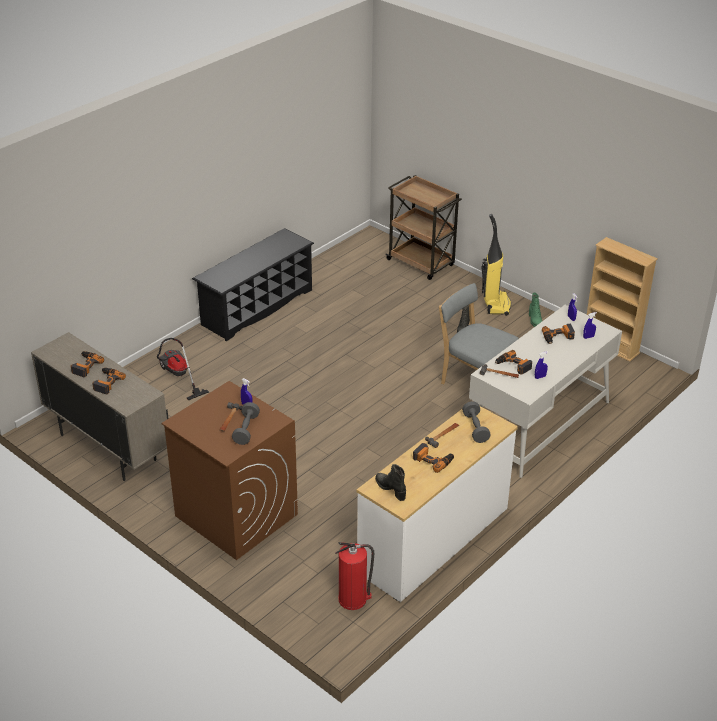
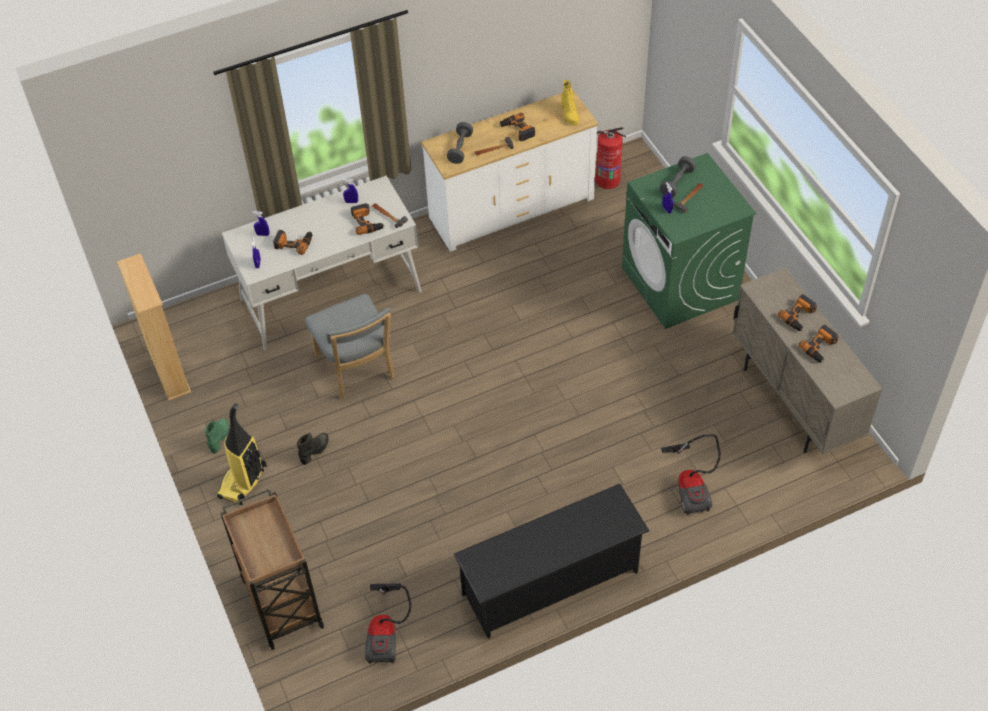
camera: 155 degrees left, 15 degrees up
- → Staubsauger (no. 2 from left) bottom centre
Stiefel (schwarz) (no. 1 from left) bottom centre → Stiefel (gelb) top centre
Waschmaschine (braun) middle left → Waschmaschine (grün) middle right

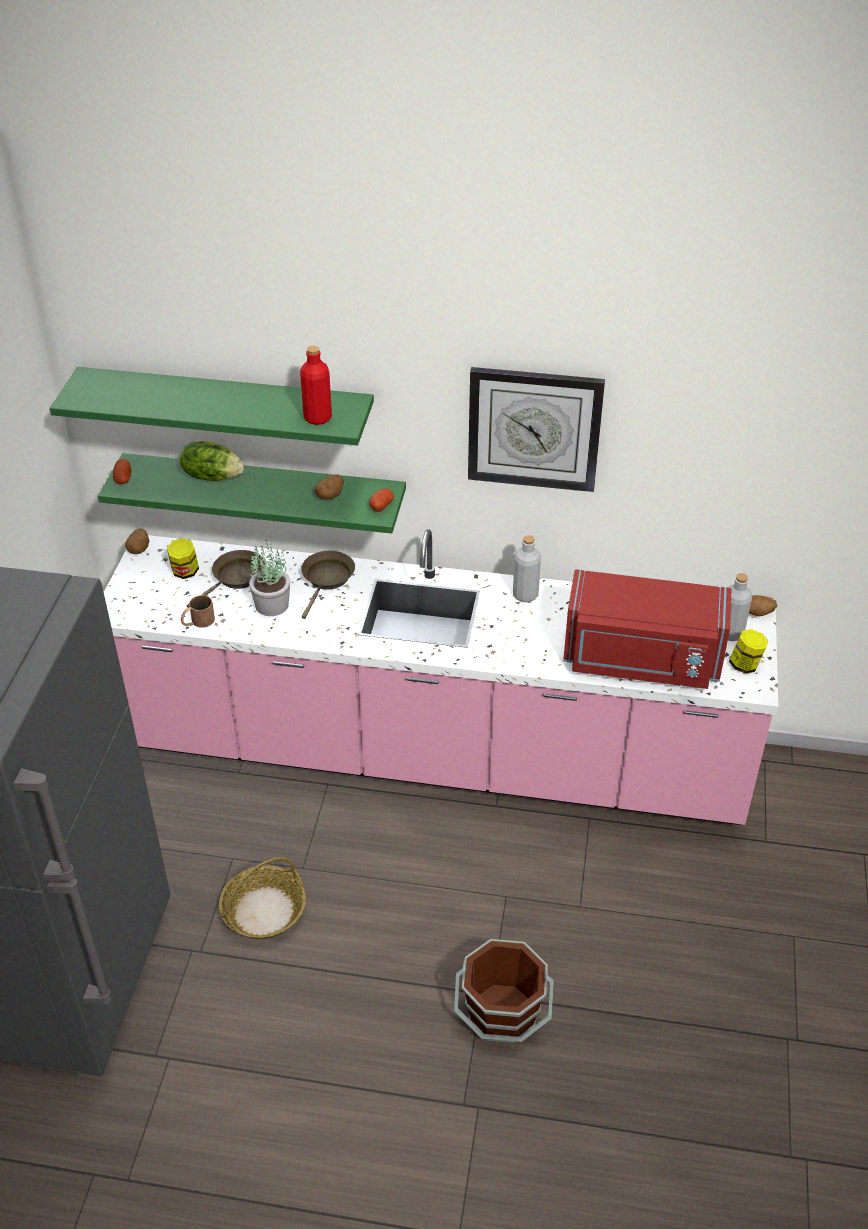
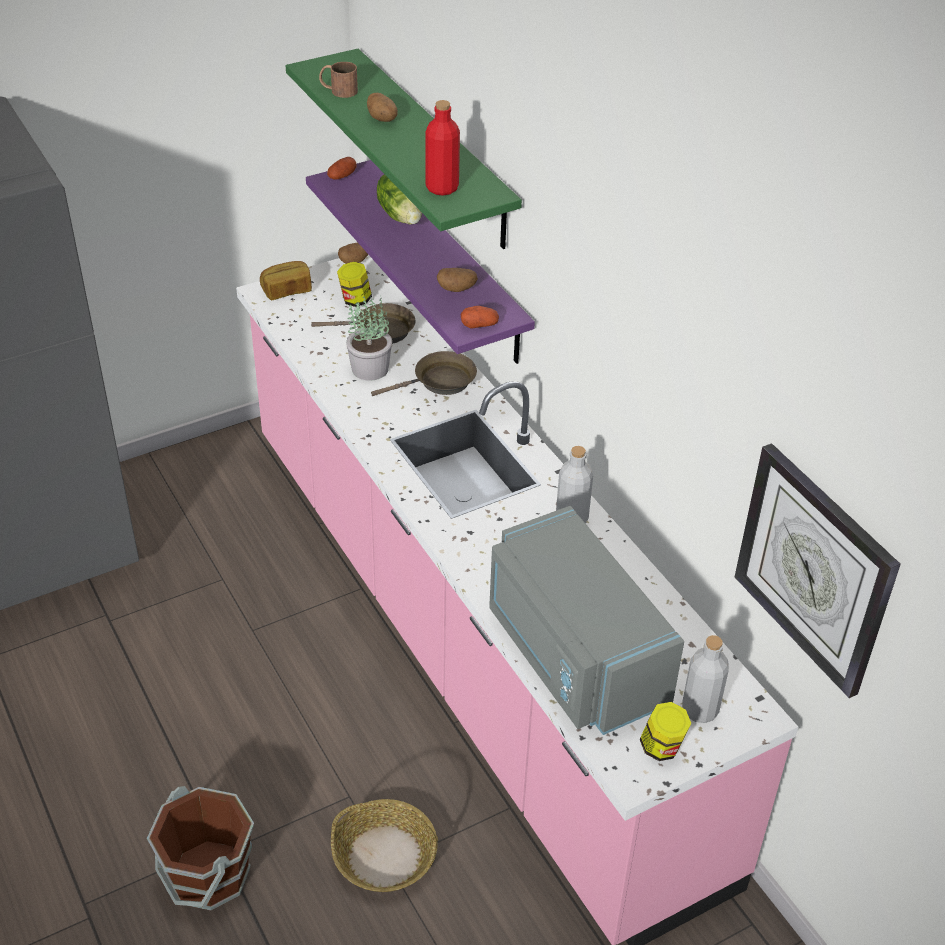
camera: 50 degrees right, 0 degrees up
- → Brot top left
Wandregal (grün) (no. 2 from left) middle left → Wandregal (lila) top centre
Henkelbecher (braun) middle left → Henkelbecher (braun) top centre, relocated
Korb bottom left → Korb bottom centre, relocated
Kartoffel (no. 5 from left in the first image) middle right → Kartoffel (no. 3 from left) top centre, relocated
Mikrowelle (rot) middle right → Mikrowelle (grau) centre
Wanduhr centre → Wanduhr middle right, relocated

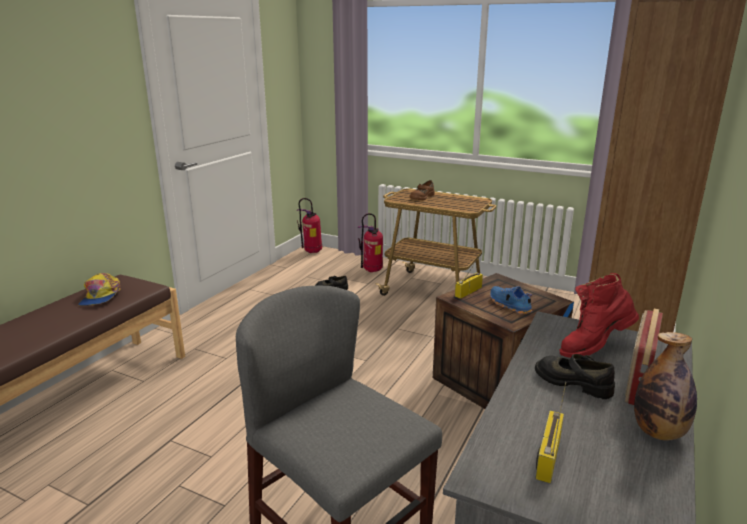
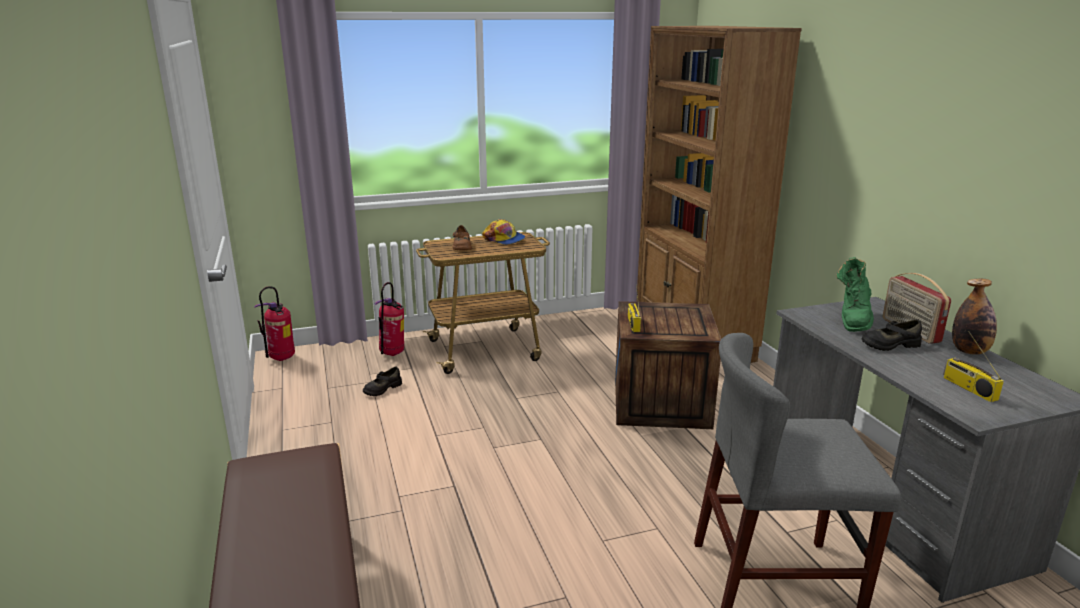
camera: 45 degrees left, 0 degrees up
Kappe middle left → Kappe centre, relocated
Stiefel (rot) middle right → Stiefel (grün) middle right
Schuh (blau) middle right → -

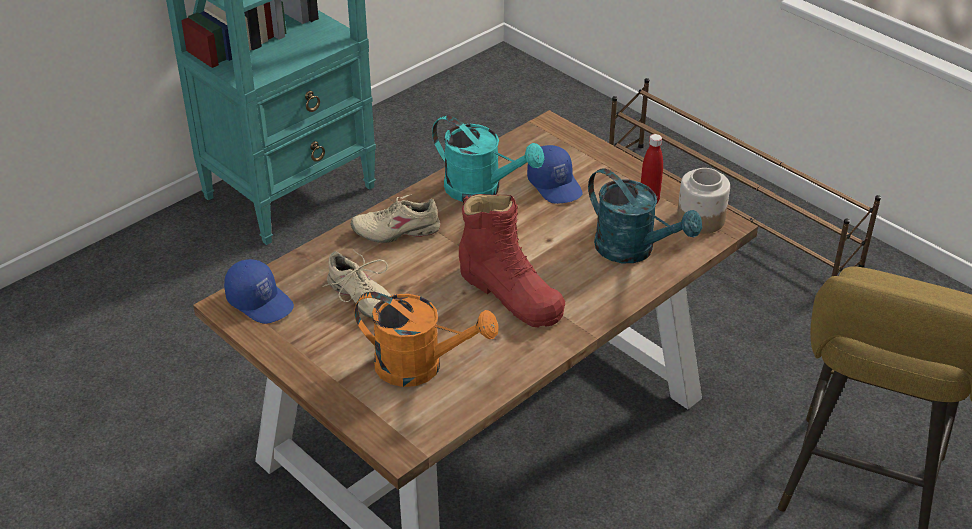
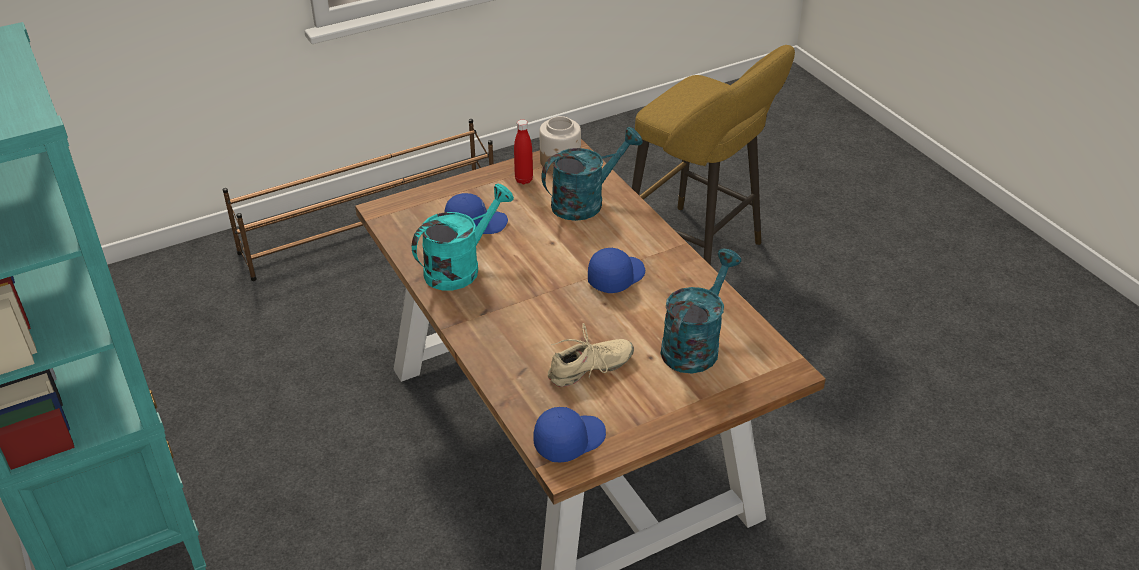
camera: 75 degrees left, 0 degrees up
Stiefel (rot) centre → Kappe (blau) (no. 3 from left) centre
Gießkanne (orange) centre → Gießkanne (türkis) (no. 3 from left) centre
Schuh (beige) (no. 2 from left) centre → -

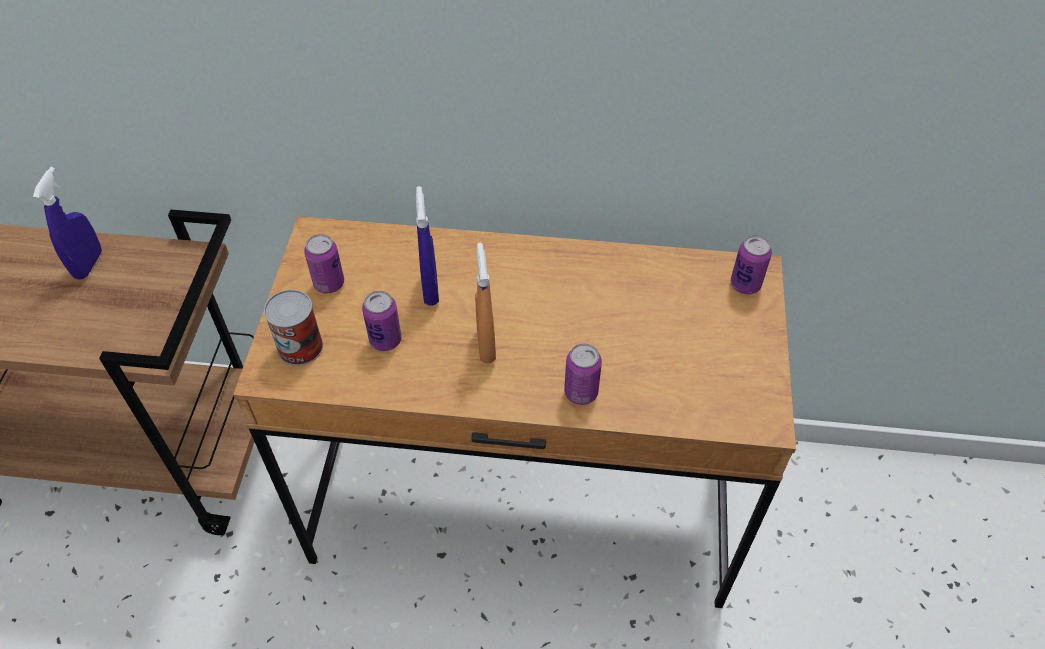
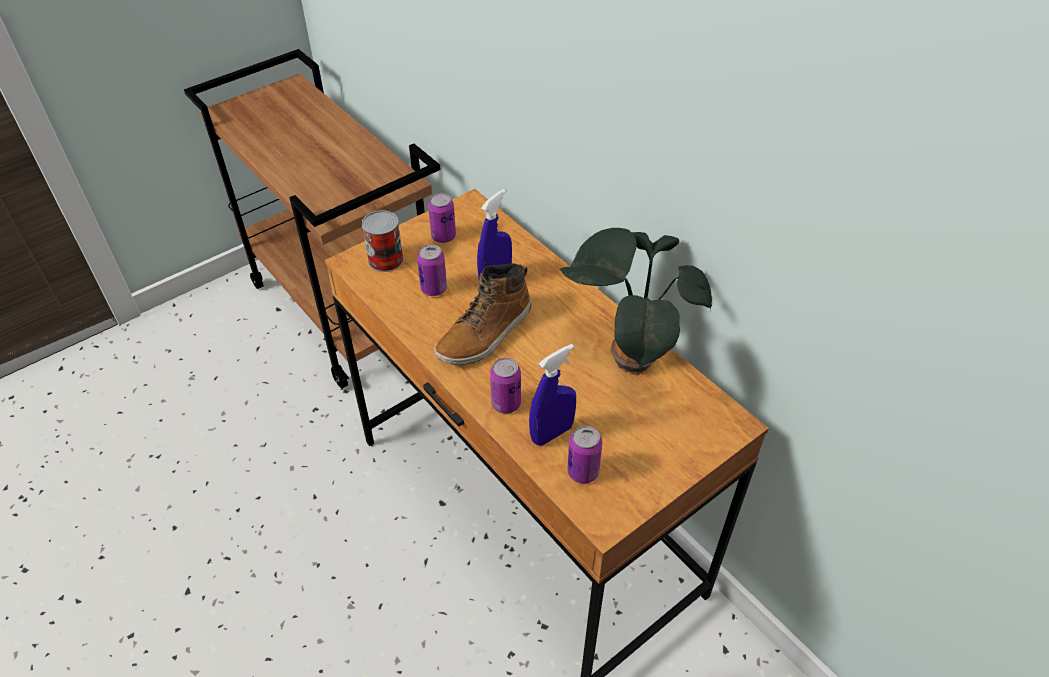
camera: 45 degrees right, 5 degrees down
Sprühflasche (orange) centre → Stiefel centre
Sprühflasche (blau) (no. 1 from left in the first image) middle left → Sprühflasche (blau) (no. 2 from left) centre, relocated
- → Topfpflanze centre
Dose (no. 5 from left) middle right → Dose (no. 5 from left) bottom centre, relocated

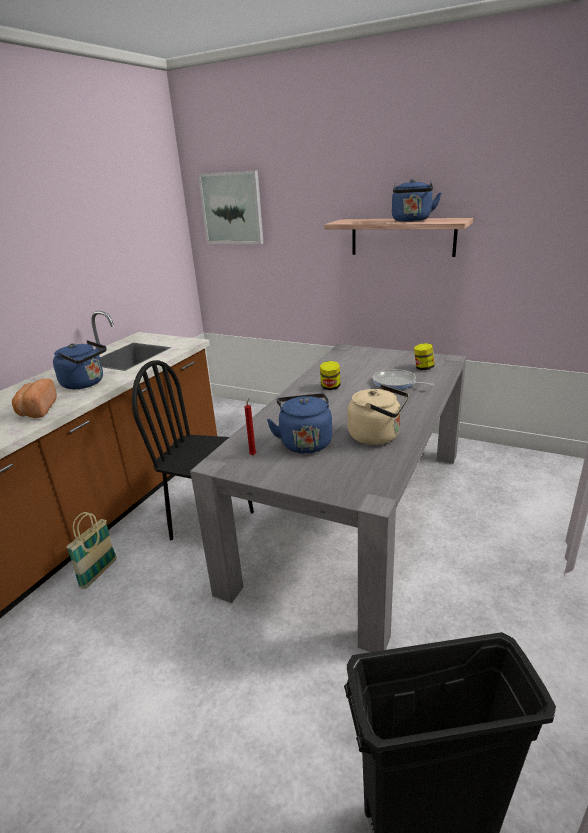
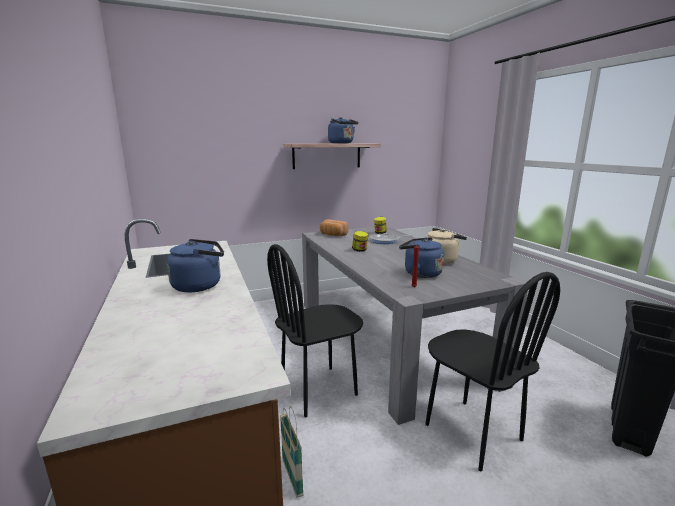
camera: 50 degrees left, 10 degrees down
Brot middle left → Brot centre, relocated
- → Stuhl (schwarz) (no. 2 from left) bottom right
Bild top centre → -

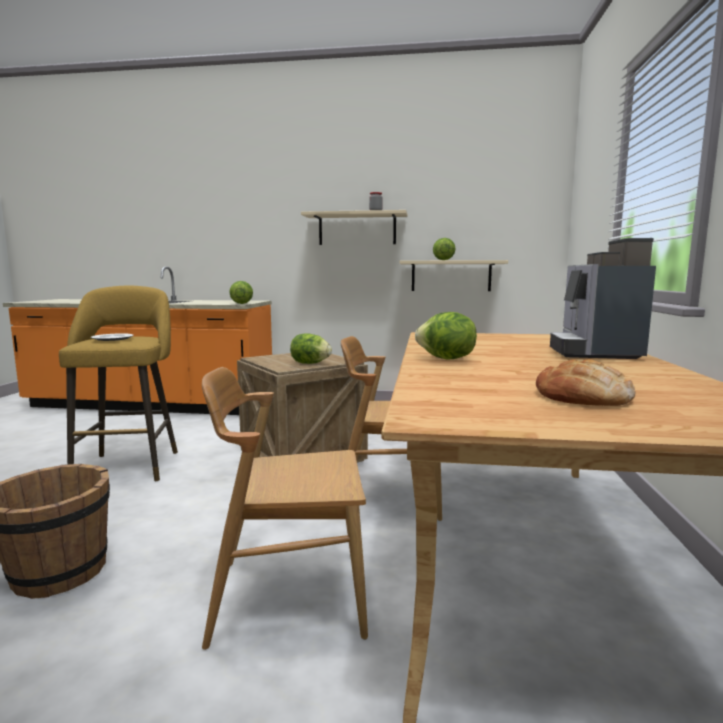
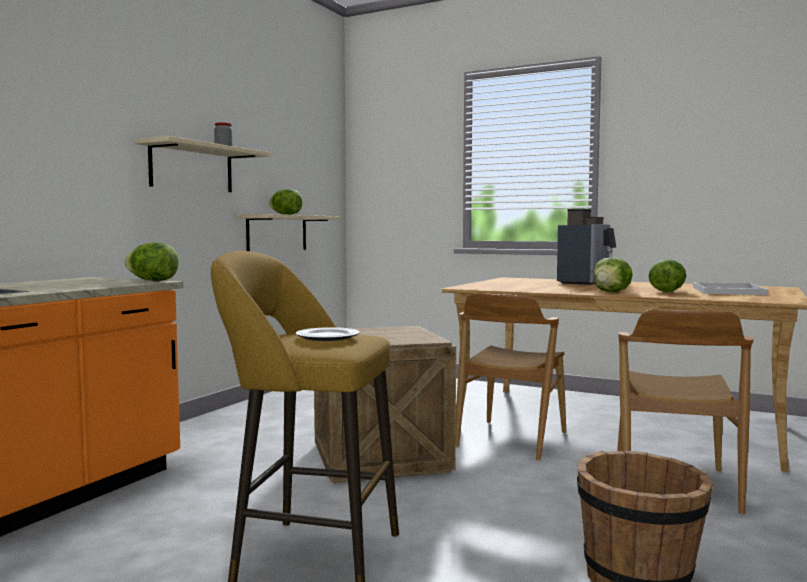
camera: 70 degrees left, 5 degrees down
Kaffeemaschine middle right, 90 degrees counterclockwise
Salatkopf (no. 2 from left in the first image) centre → Salatkopf (no. 4 from left) middle right, relocated
Brot middle right → Tablett (weiß) middle right

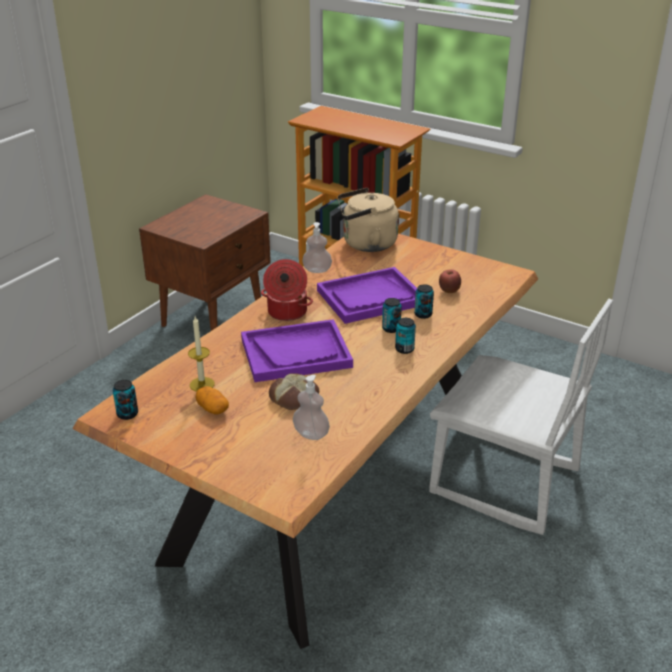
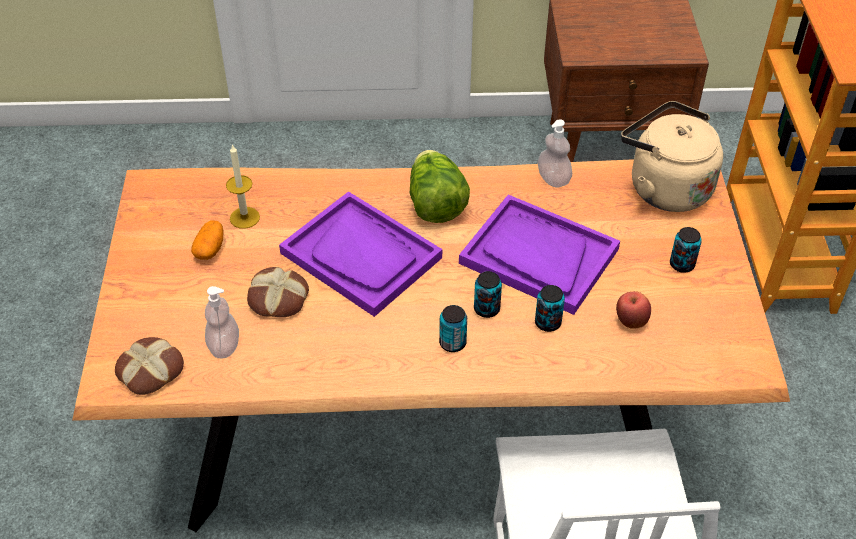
camera: 55 degrees right, 15 degrees up
- → Brot (no. 1 from left) bottom left
Kochtopf centre → Salatkopf centre
Dose (no. 1 from left in the first image) middle left → Dose (no. 4 from left) middle right, relocated

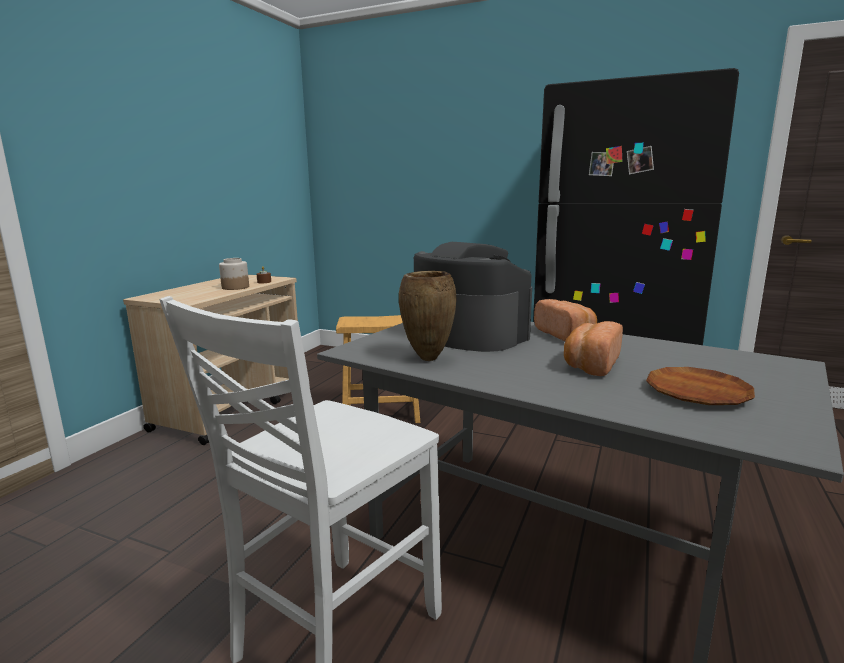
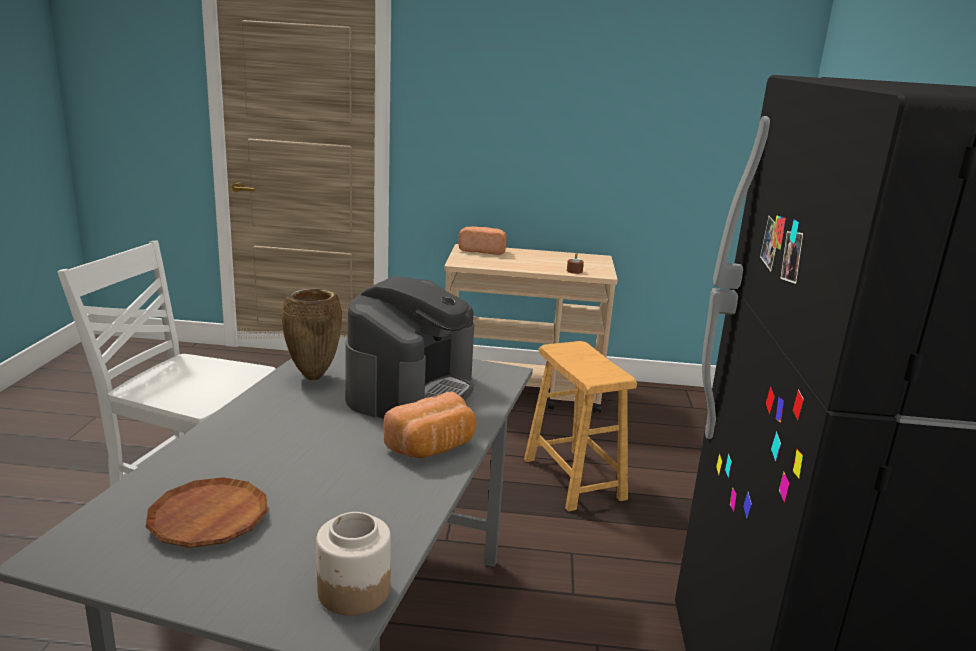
camera: 70 degrees right, 5 degrees up
Vorratsglas middle left → Vorratsglas bottom centre, relocated
Brot (no. 2 from left) middle right → Brot (no. 2 from left) centre, relocated

